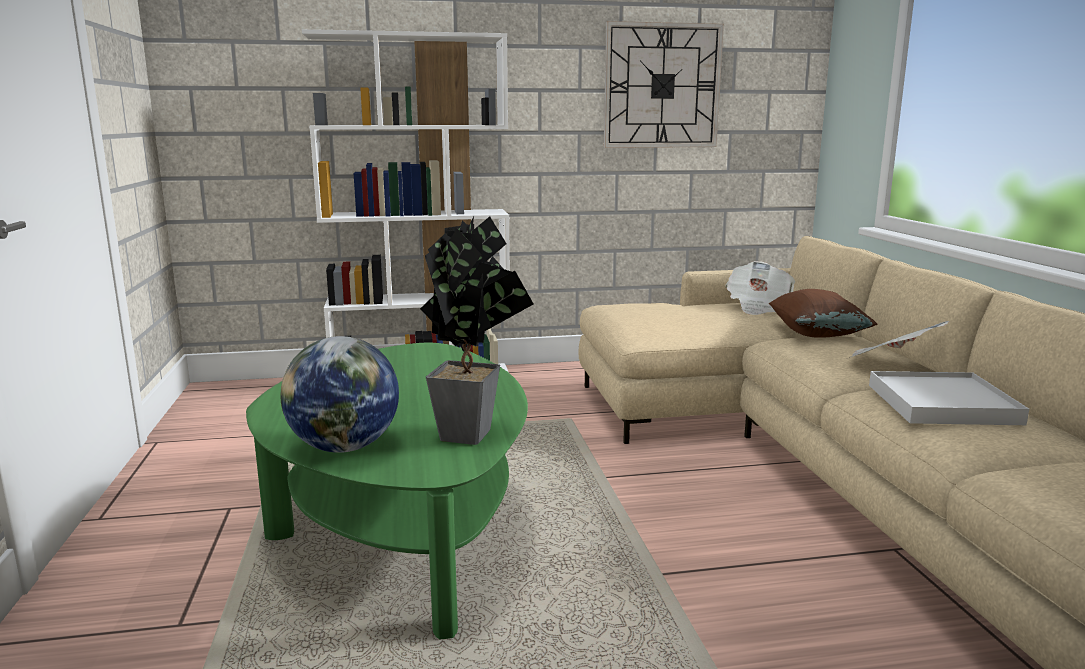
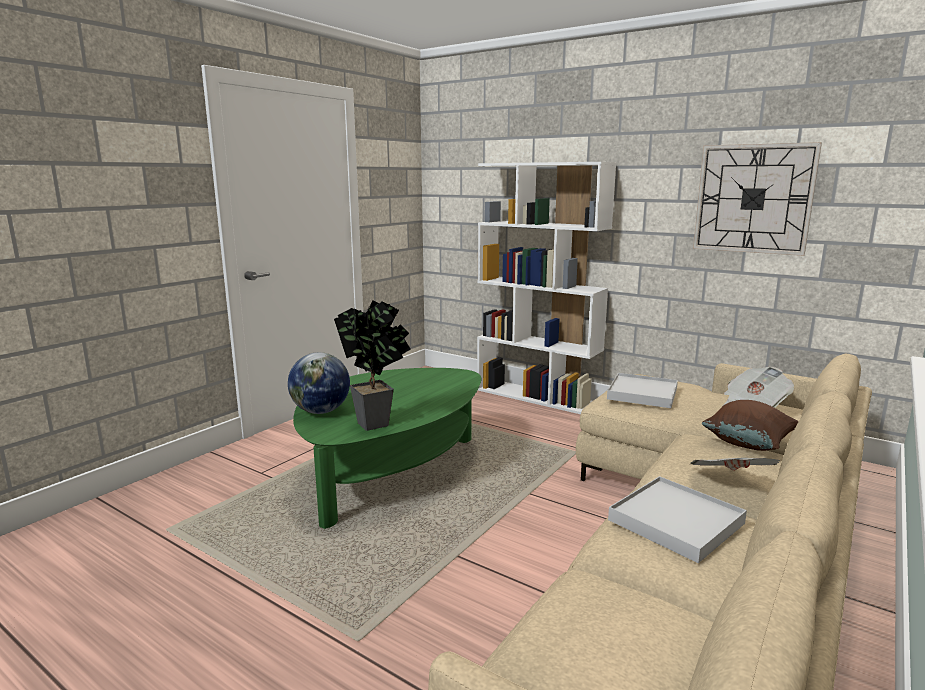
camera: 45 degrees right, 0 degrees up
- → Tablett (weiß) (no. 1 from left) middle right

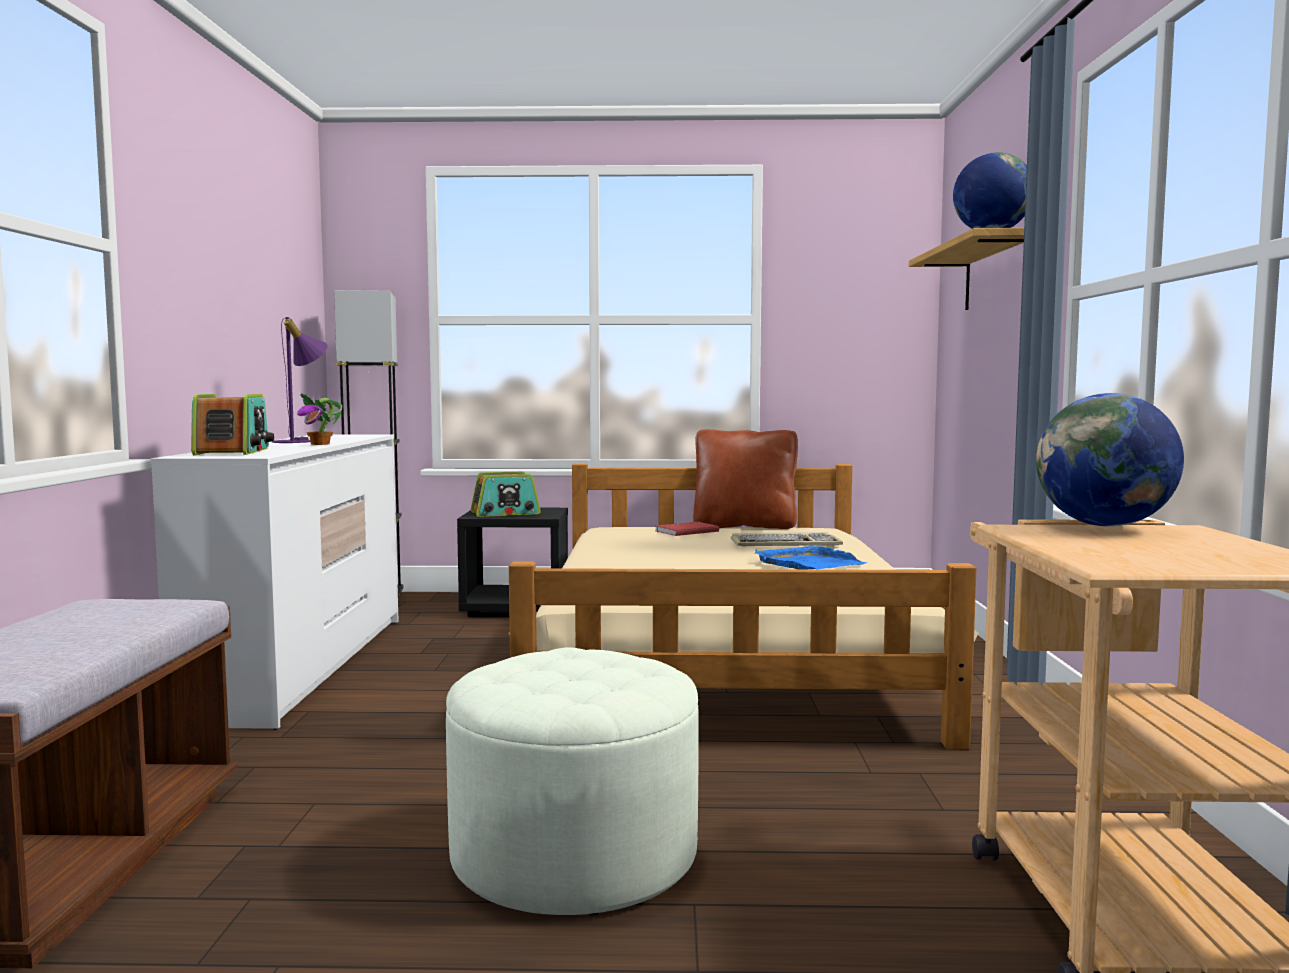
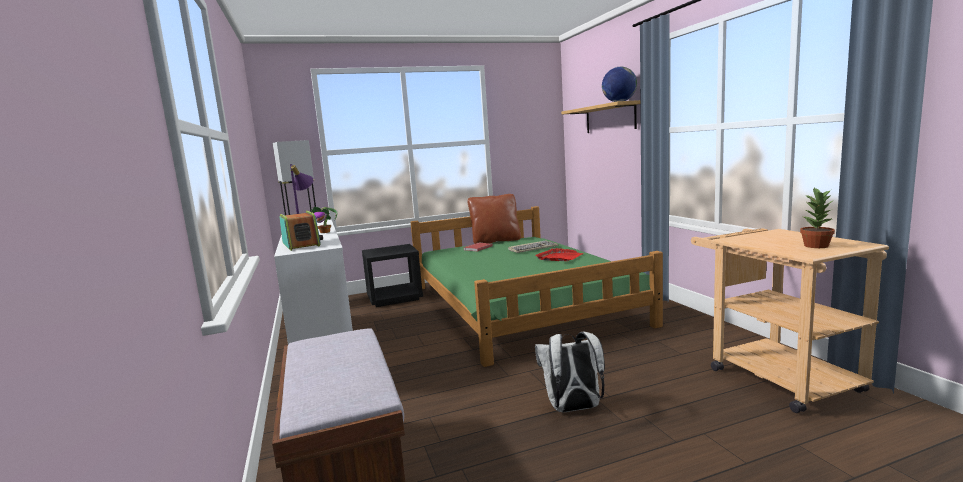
camera: 20 degrees left, 5 degrees up
Bett (beige) centre → Bett (grün) centre
Polsterhocker (weiß) bottom centre → Rucksack (weiß) bottom centre
Tablett (blau) centre → Tablett (rot) centre
- → Topfpflanze (no. 2 from left) middle right
Radio (no. 2 from left) centre → -
Globus (no. 2 from left) middle right → -

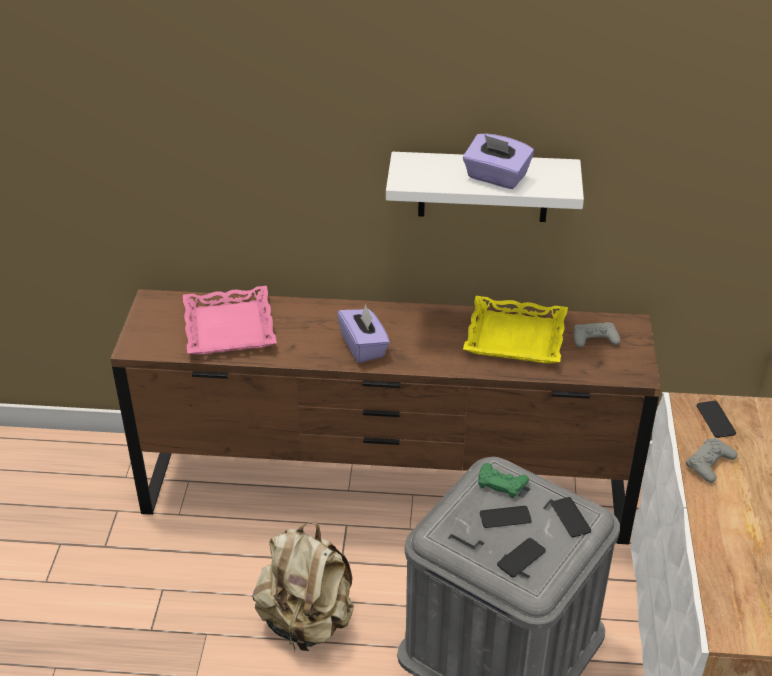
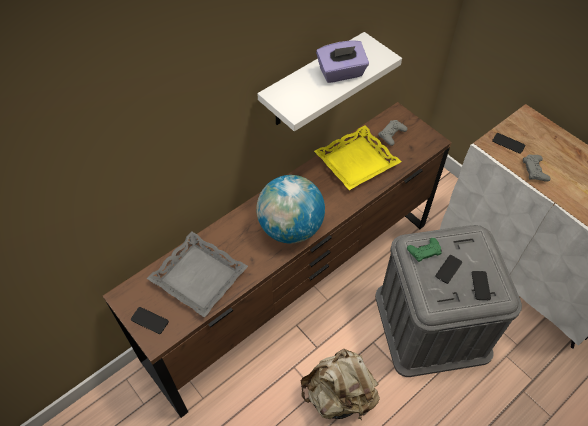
camera: 45 degrees left, 15 degrees up
Handy (no. 3 from left in the first image) bottom right → Handy (no. 1 from left) bottom left, relocated
Tablett (rosa) middle left → Tablett (grau) centre
Taschentuchbox (lila) (no. 1 from left) centre → Globus centre

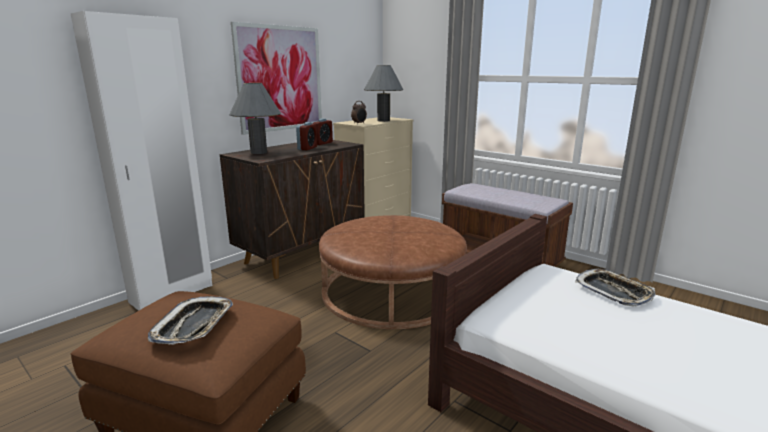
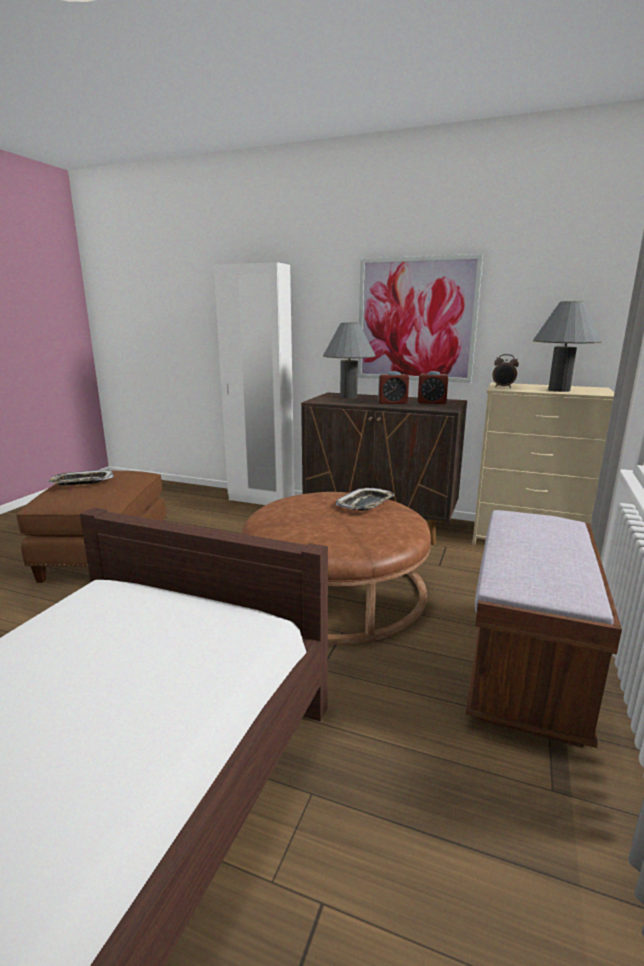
camera: 70 degrees right, 0 degrees up
Tablett (no. 2 from left) bottom right → Tablett (no. 2 from left) centre, relocated

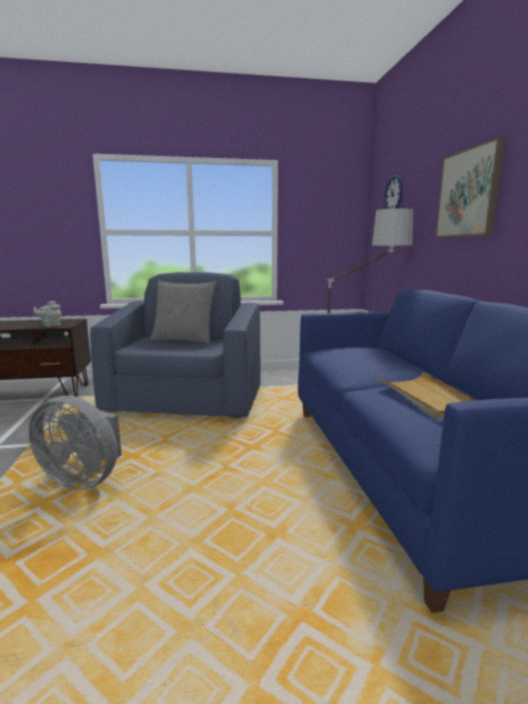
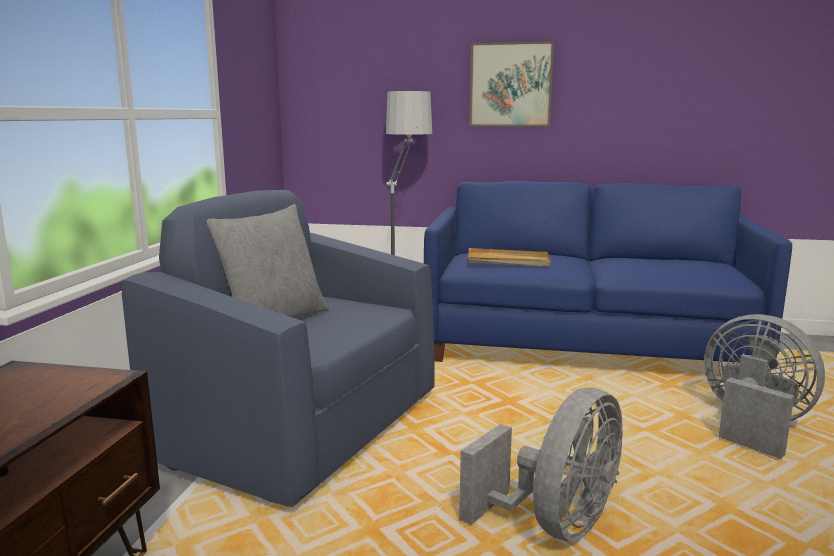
camera: 70 degrees left, 0 degrees up
Tablett (beige) middle right → Tablett (beige) centre, relocated
- → Ventilator (grau) (no. 2 from left) bottom right
Teekanne (grau) middle left → -
Wanduhr top right → -

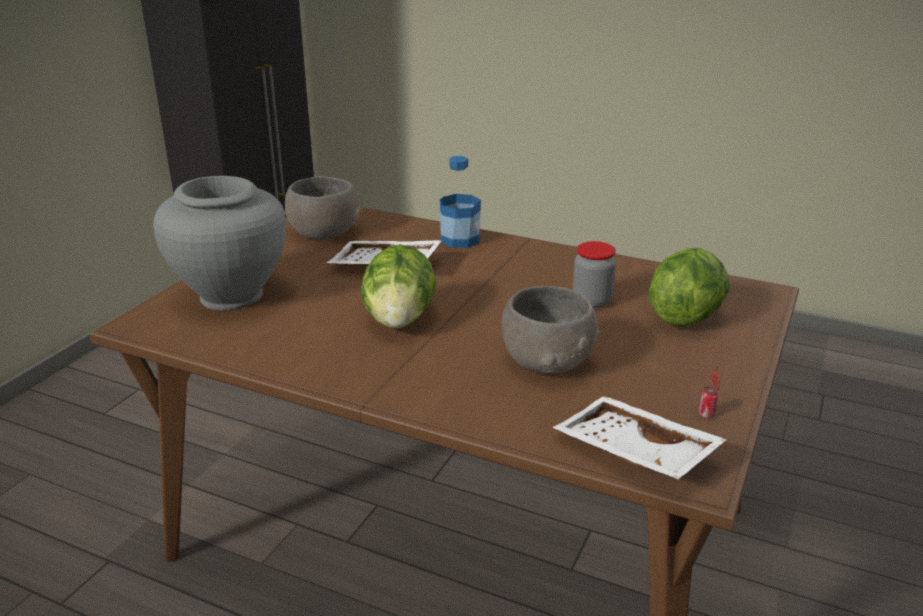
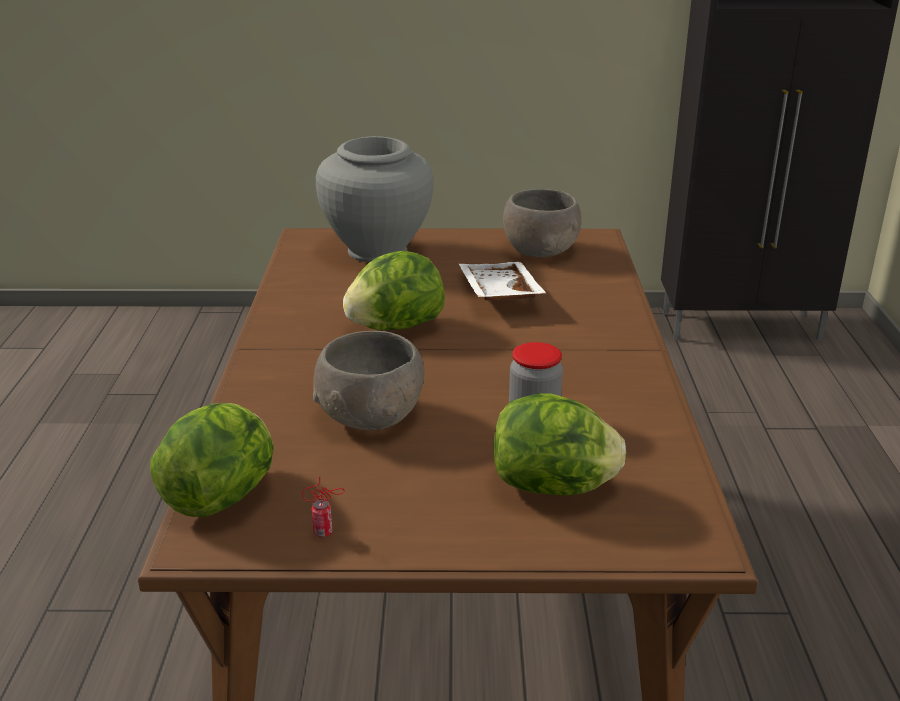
camera: 65 degrees right, 0 degrees up
Tablett (weiß) (no. 2 from left) bottom right → Salatkopf (no. 1 from left) middle left
Flasche top centre → -

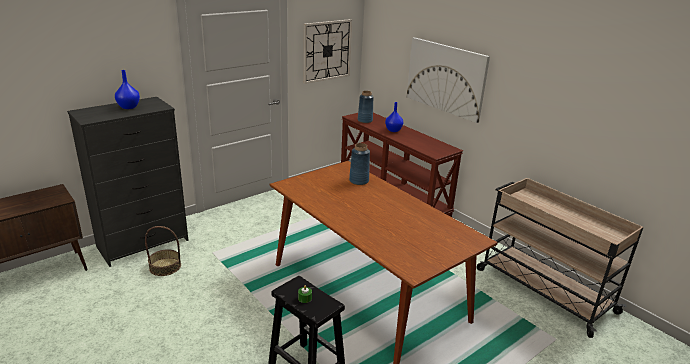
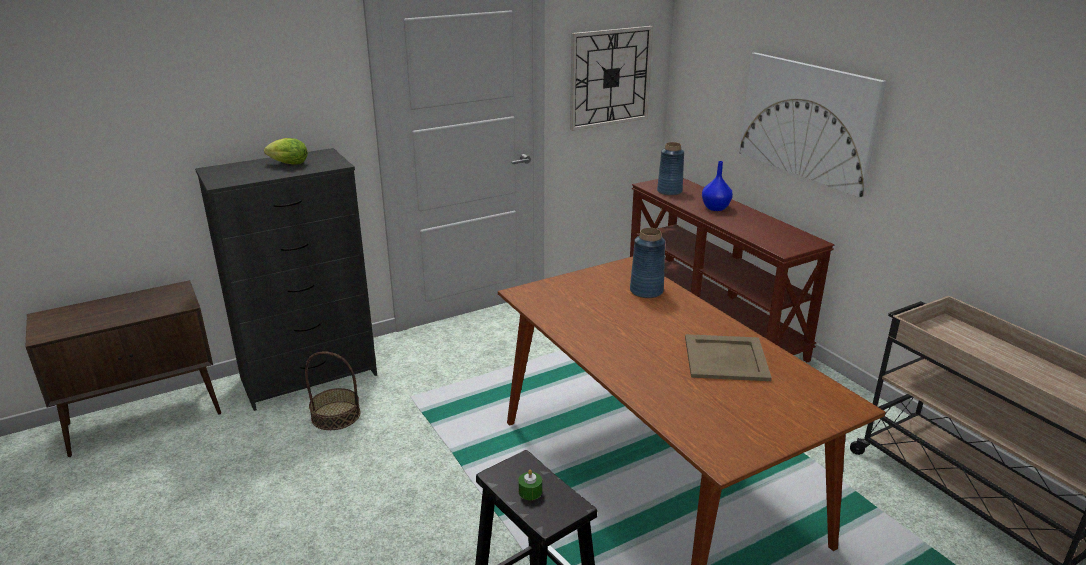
camera: 10 degrees right, 0 degrees up
Vase (blau) (no. 1 from left) top left → Salatkopf top left
- → Tablett (beige) middle right

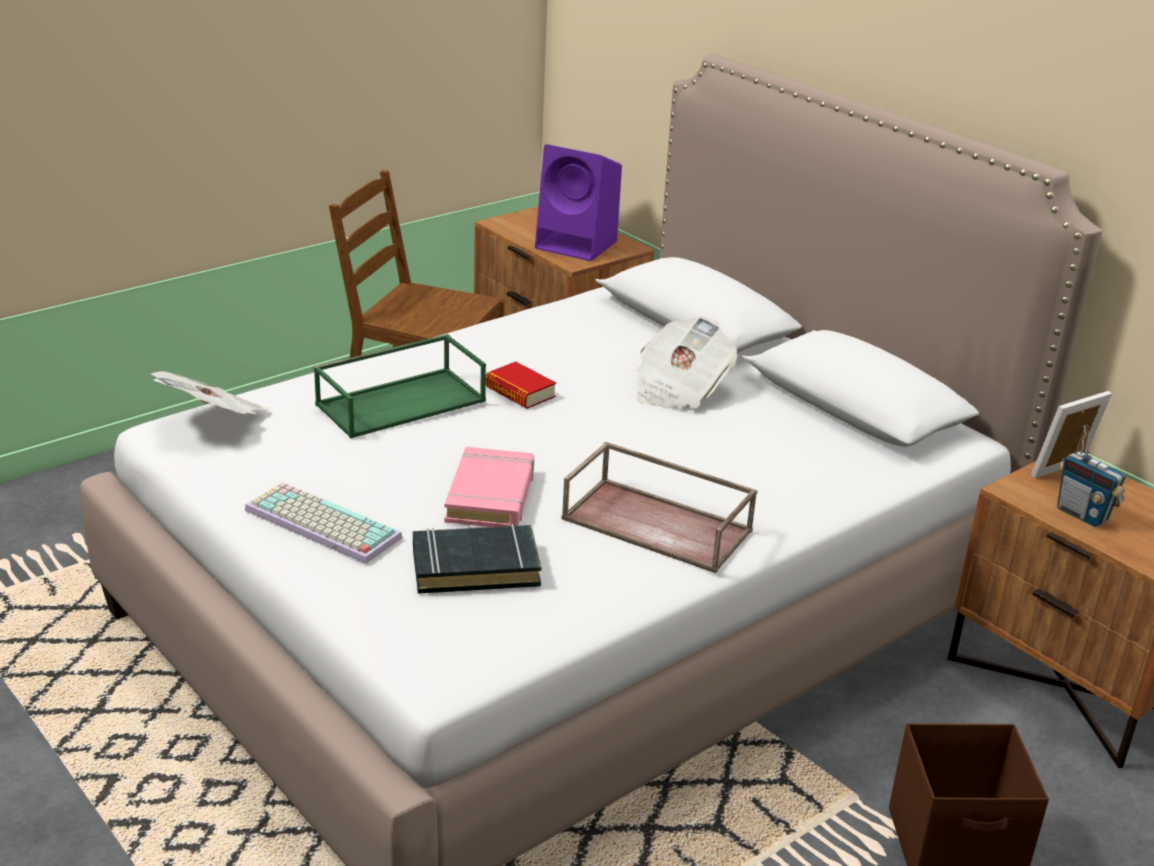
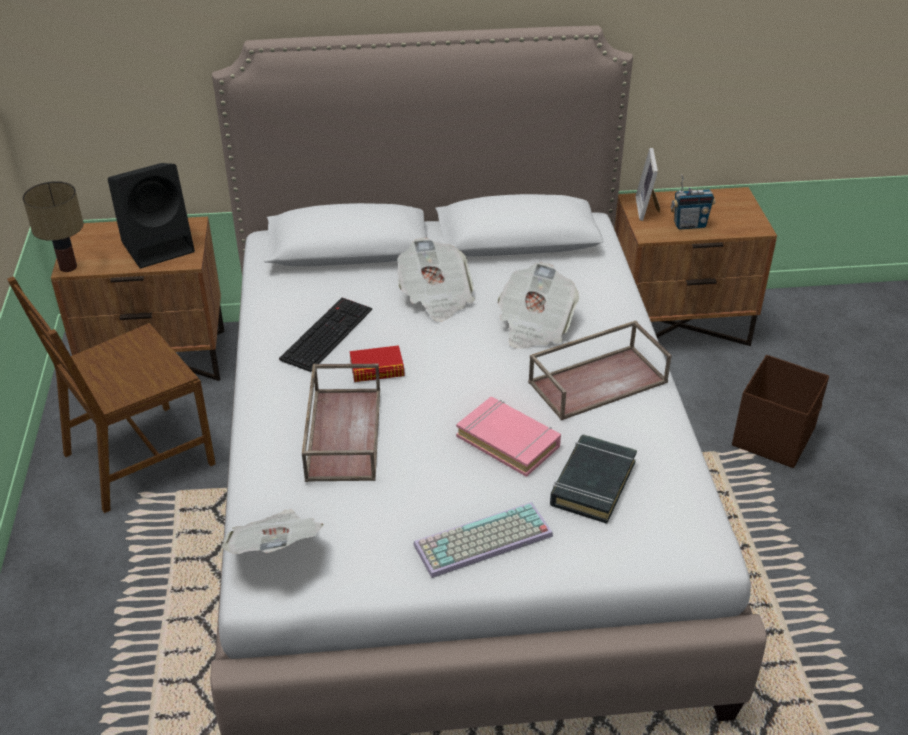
camera: 55 degrees left, 10 degrees up
- → Tischlampe top left
Lautsprecher (lila) top centre → Lautsprecher (schwarz) top left
- → Tastatur (no. 1 from left) centre
Tablett (grün) centre → Tablett (braun) (no. 1 from left) centre
- → Zeitung (no. 3 from left) centre

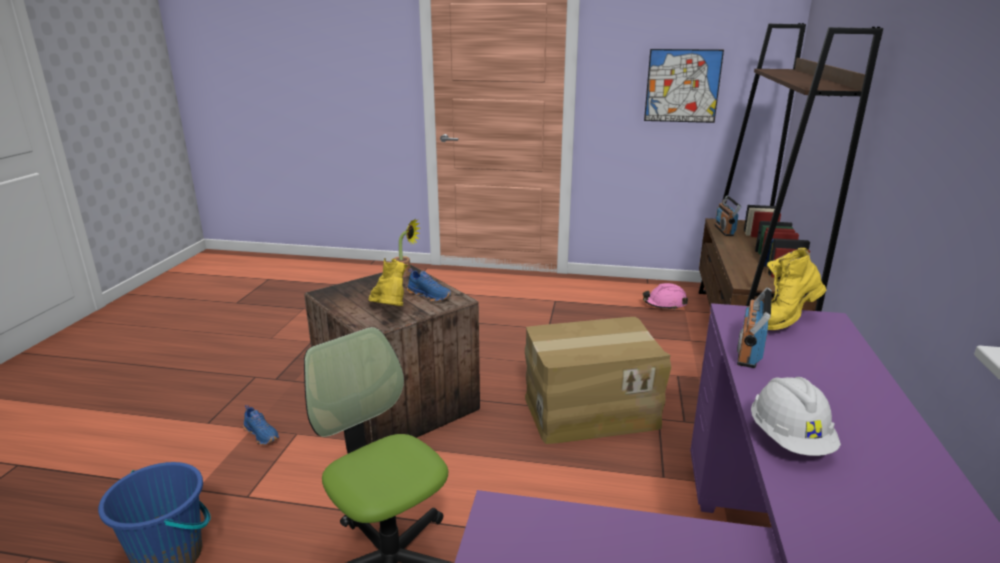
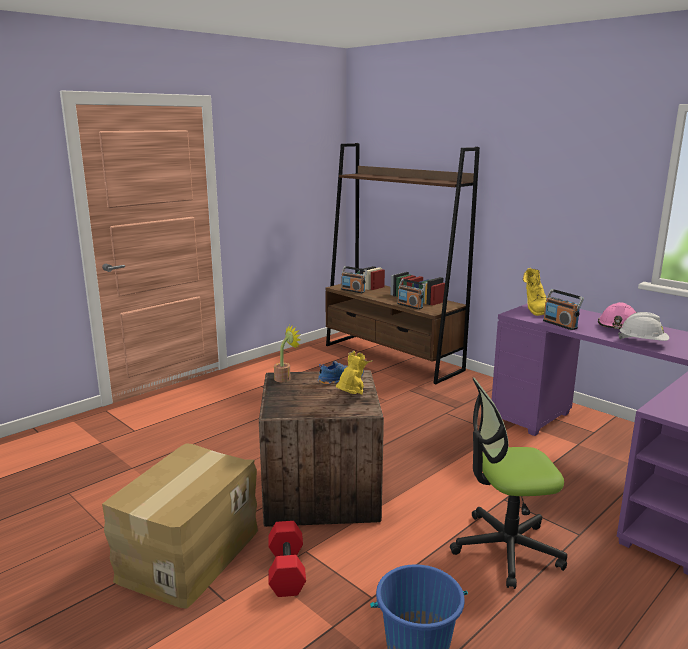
camera: 55 degrees left, 5 degrees down
Karton bottom centre → Karton bottom left, relocated
Schuh (blau) (no. 1 from left) bottom left → Hantel (rot) bottom centre
Stiefel (gelb) (no. 1 from left) centre, 90 degrees clockwise
- → Radio (no. 2 from left) centre
Schutzhelm (rosa) centre → Schutzhelm (rosa) middle right, relocated
Bild top right → -

